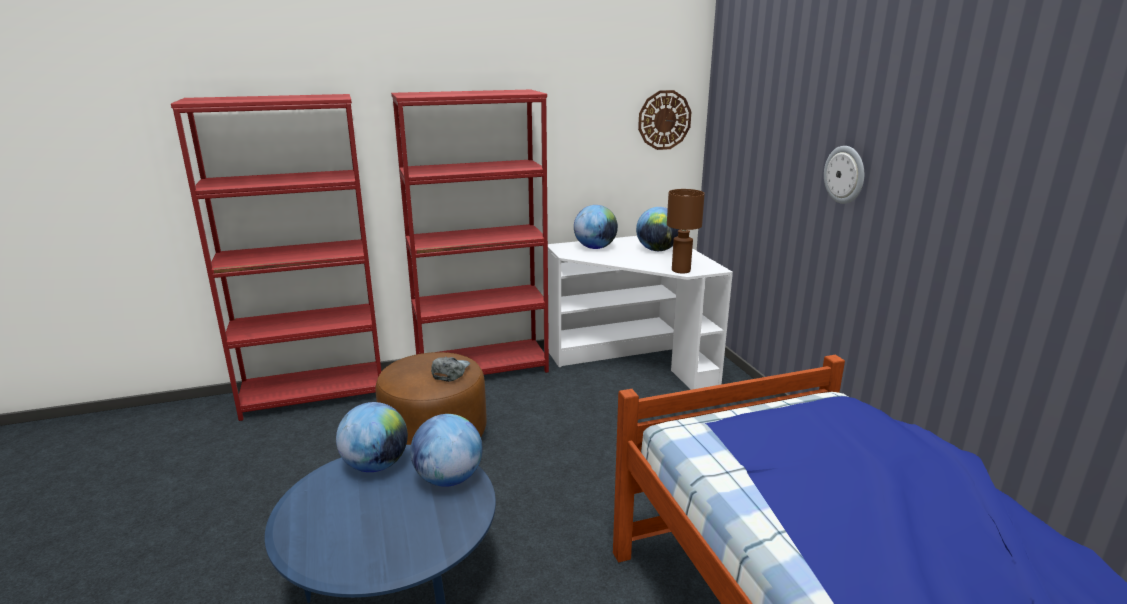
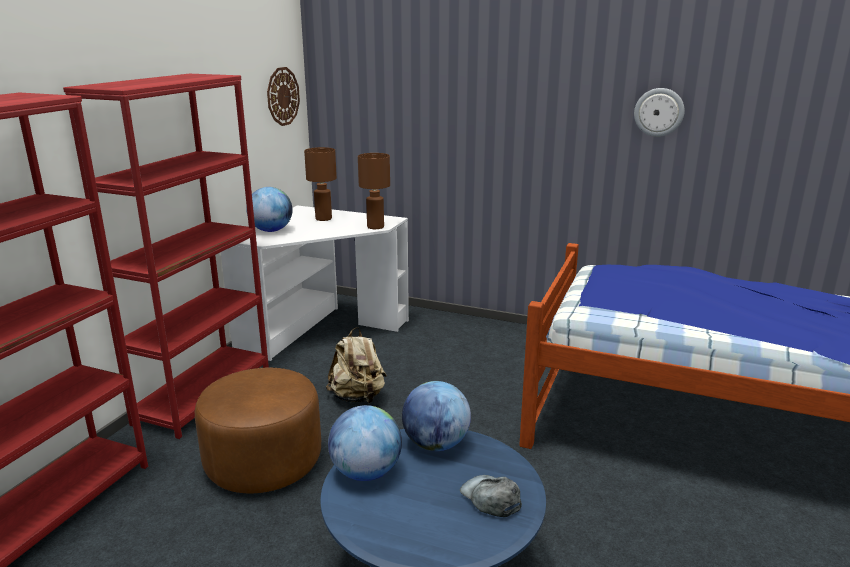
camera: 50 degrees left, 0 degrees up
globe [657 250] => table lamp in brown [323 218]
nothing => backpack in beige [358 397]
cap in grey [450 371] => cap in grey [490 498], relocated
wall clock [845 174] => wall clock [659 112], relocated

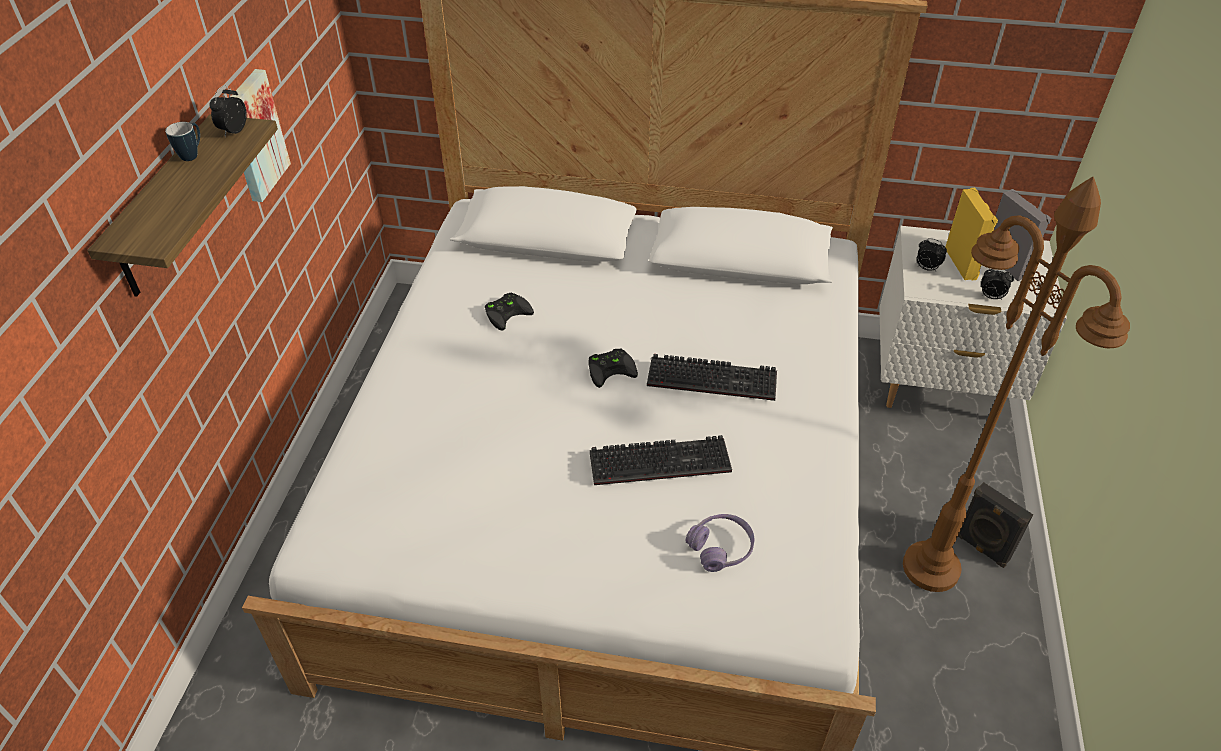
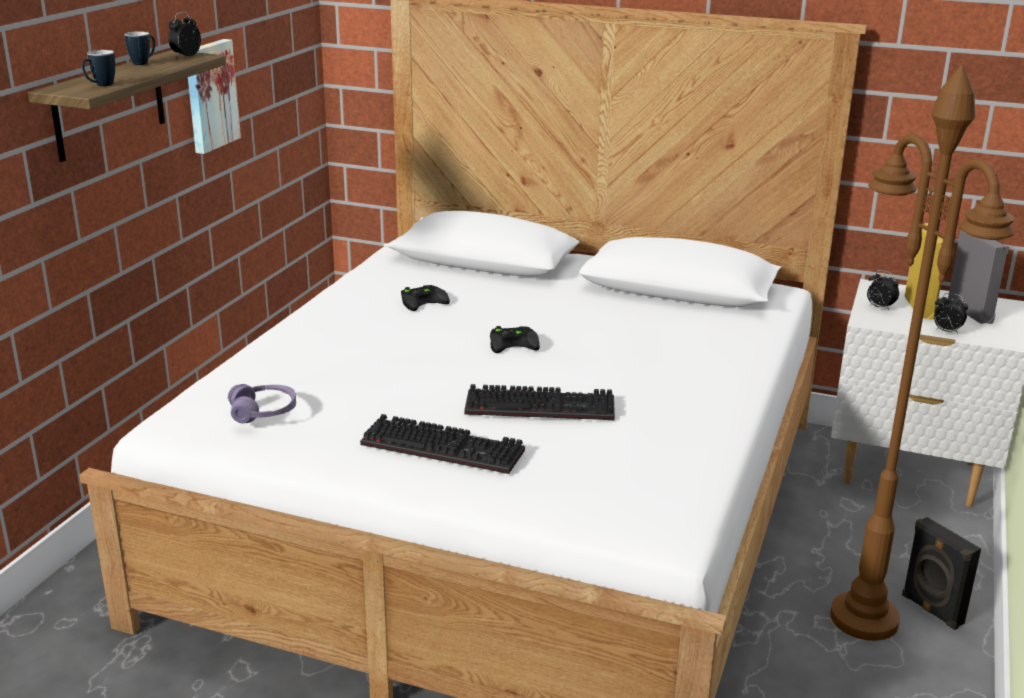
camera: 10 degrees right, 20 degrees down
nothing => mug [100 85]
headphones in purple [720 548] => headphones in purple [263 412], relocated
keyboard [714 378] => keyboard [446 447], relocated

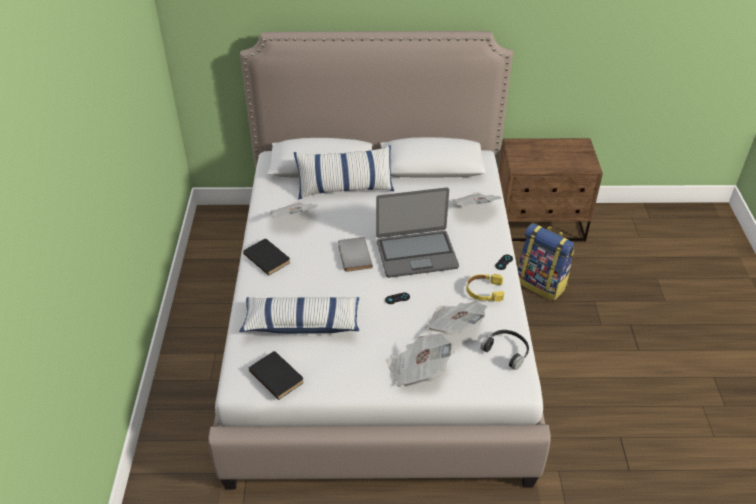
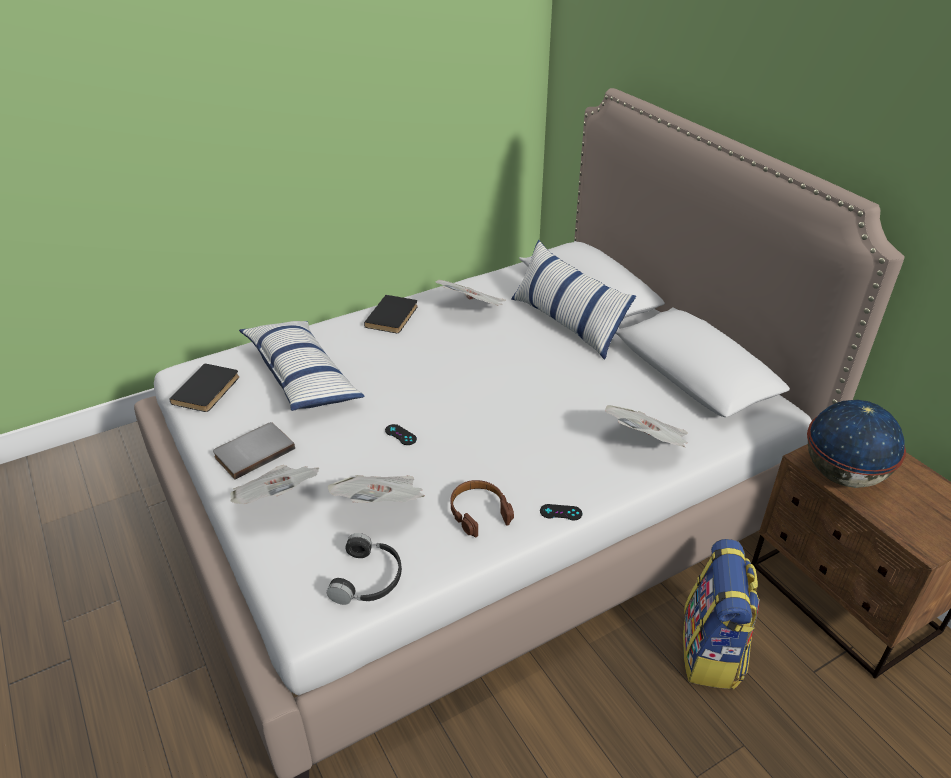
camera: 60 degrees right, 5 degrees down
book in grey [353 256] => book in grey [253 451], relocated
headphones in yellow [484 291] => headphones in brown [479 512]
nothing => globe [842 475]
laptop [416 253] => nothing

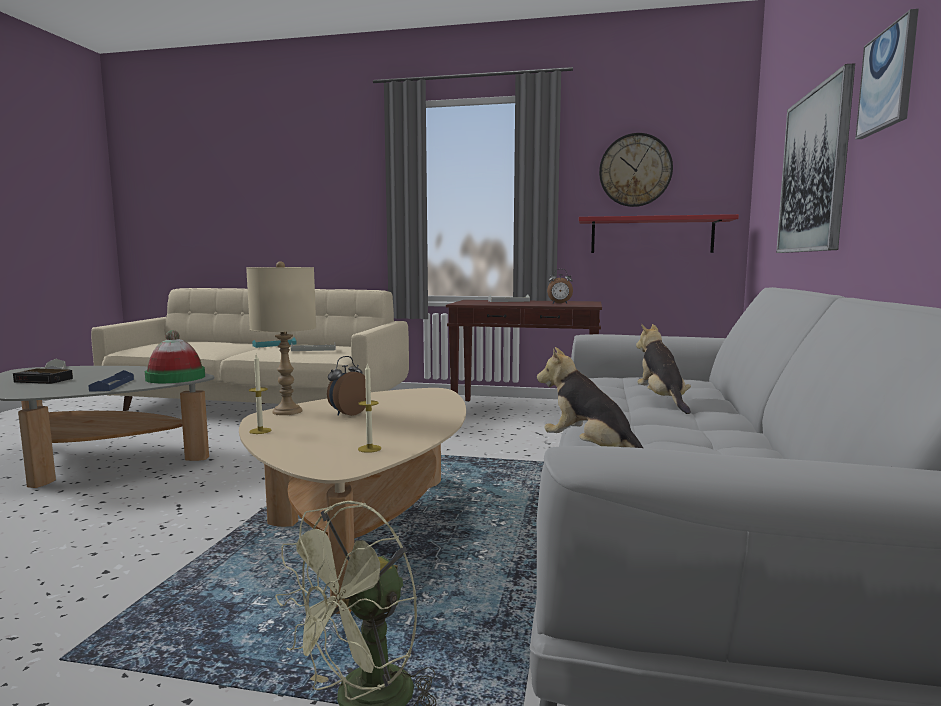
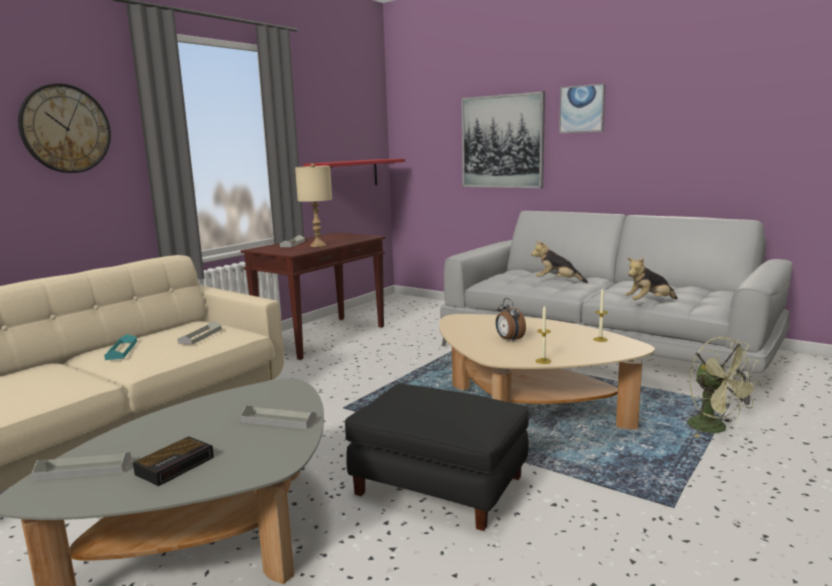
camera: 65 degrees left, 5 degrees up
wall clock [635 170] => wall clock [65 129], relocated
tray in blue [112 385] => tray in grey [278 420]
table lamp in beige [287 411] => table lamp in beige [318 245], relocated
nothing => ottoman in black [438 486]
hat [176 378] => nothing
alarm clock [559 303] => nothing

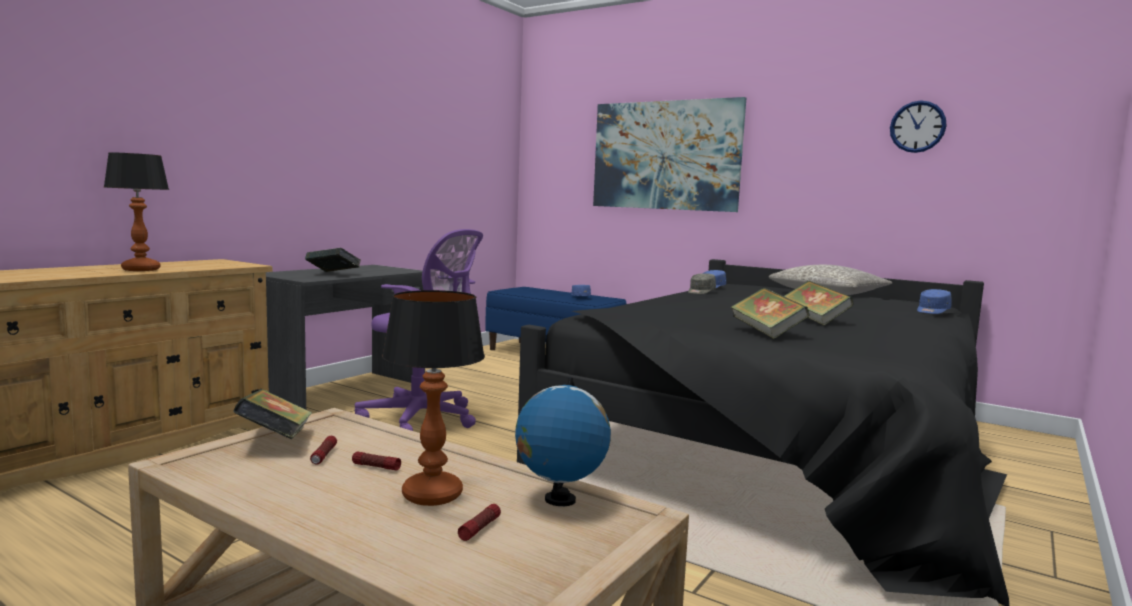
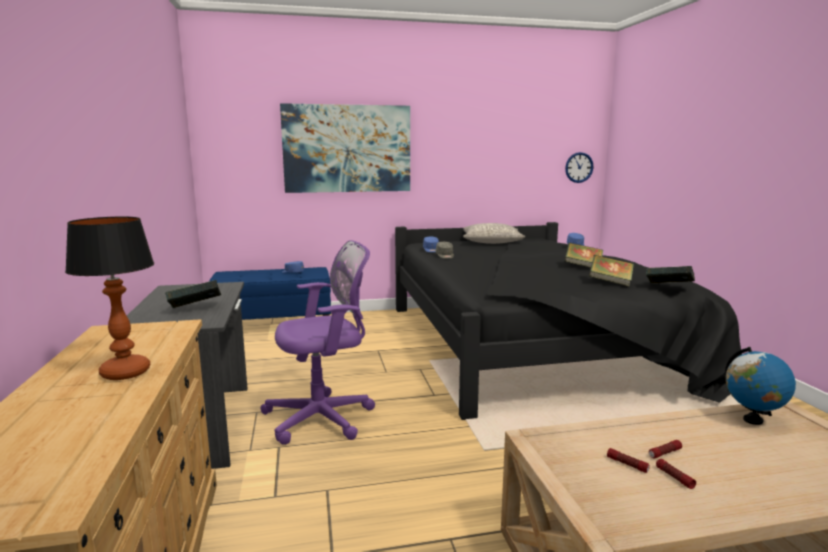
camera: 45 degrees left, 5 degrees up
wall clock [917 126] => wall clock [579 167], relocated
book [276 440] => book [668 287], relocated
flashlight [480 528] => flashlight [674 477], relocated
table lamp [431 495] => nothing

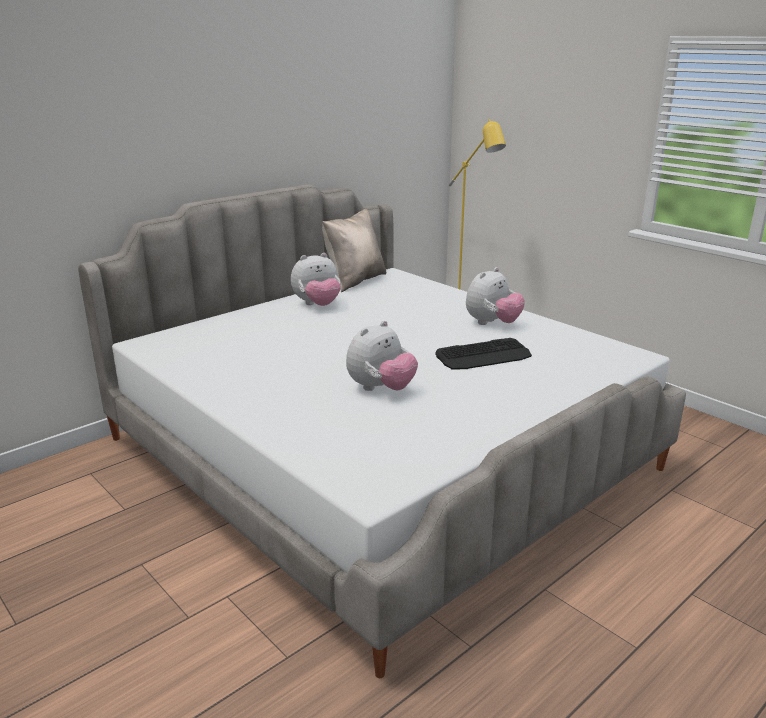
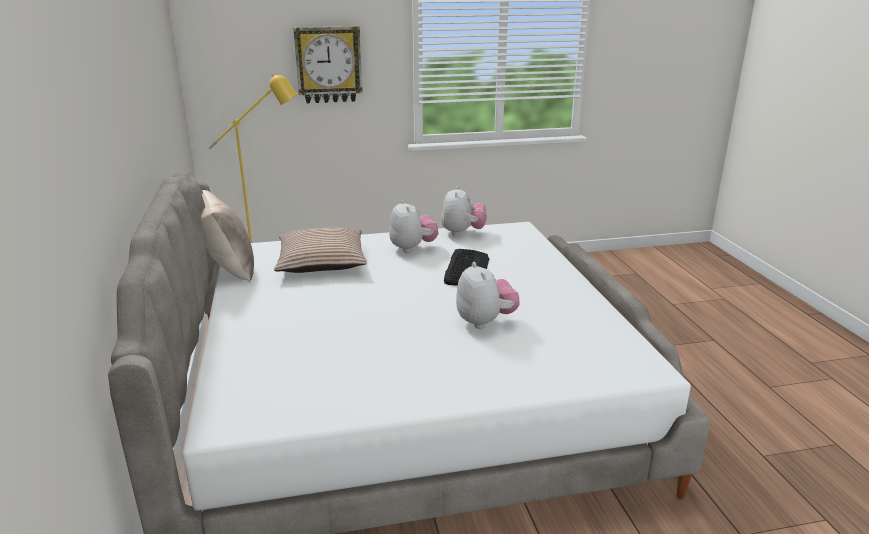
camera: 60 degrees left, 0 degrees up
nothing => pillow [321 261]
nothing => wall clock [328 65]
plush toy [317 305] => plush toy [462 232], relocated

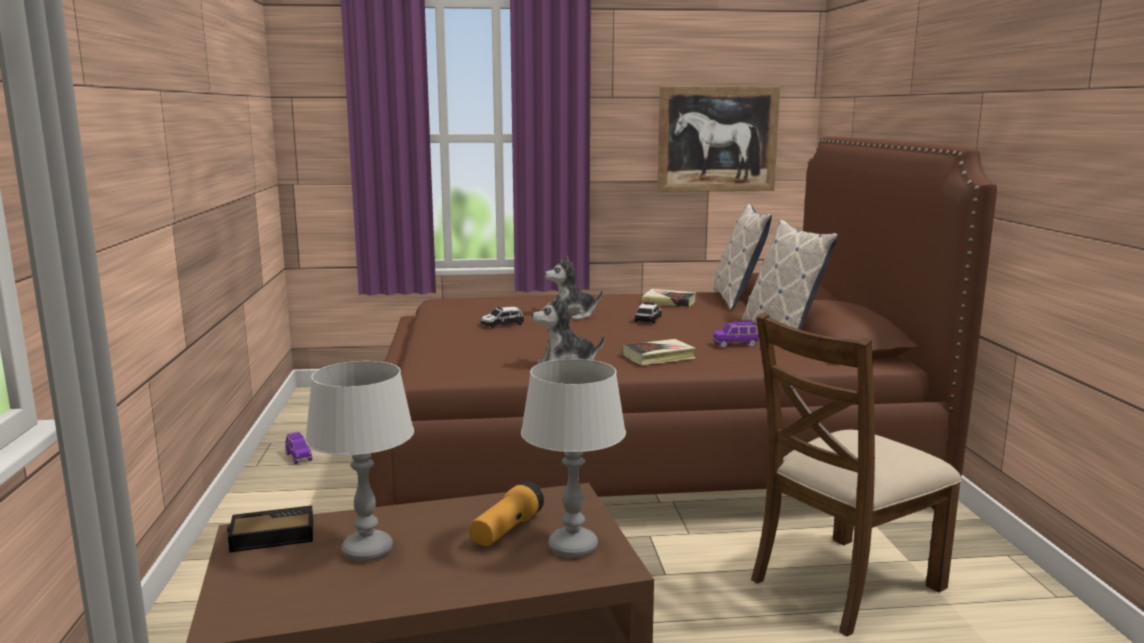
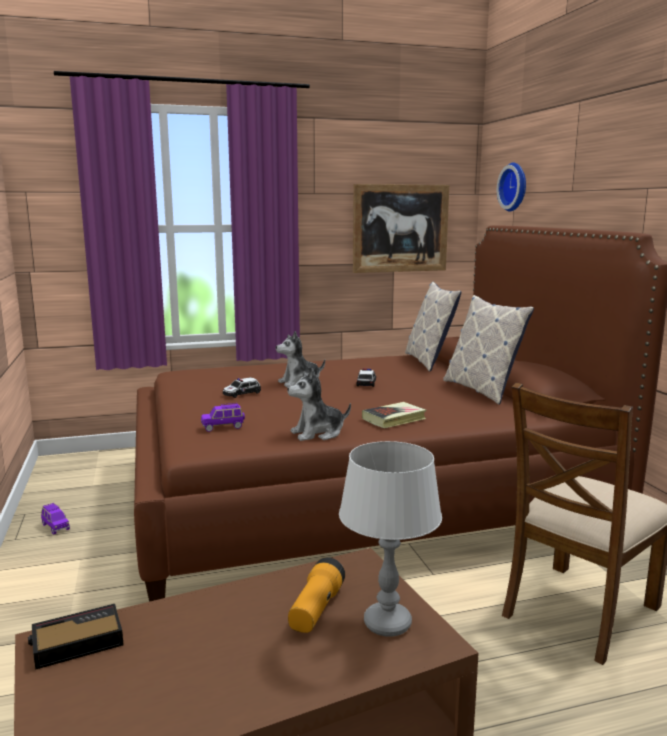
camera: 10 degrees left, 0 degrees up
toy car in purple [735 345] => toy car in purple [223 427], relocated
nothing => wall clock [515 187]
table lamp in grey [367 551] => nothing
book [669 302] => nothing

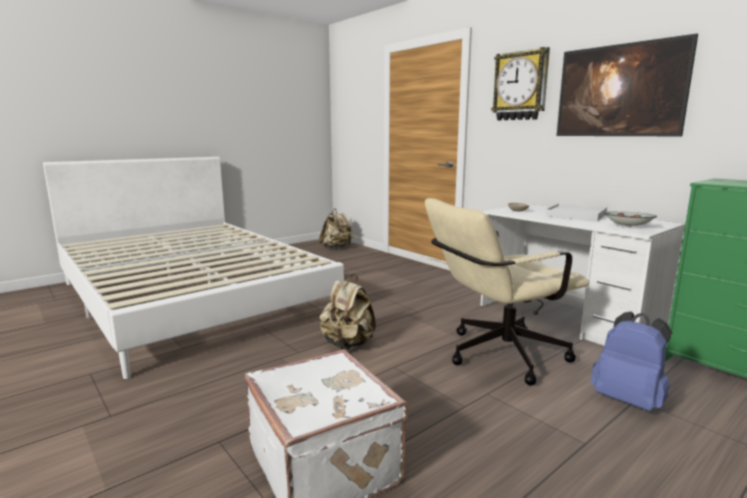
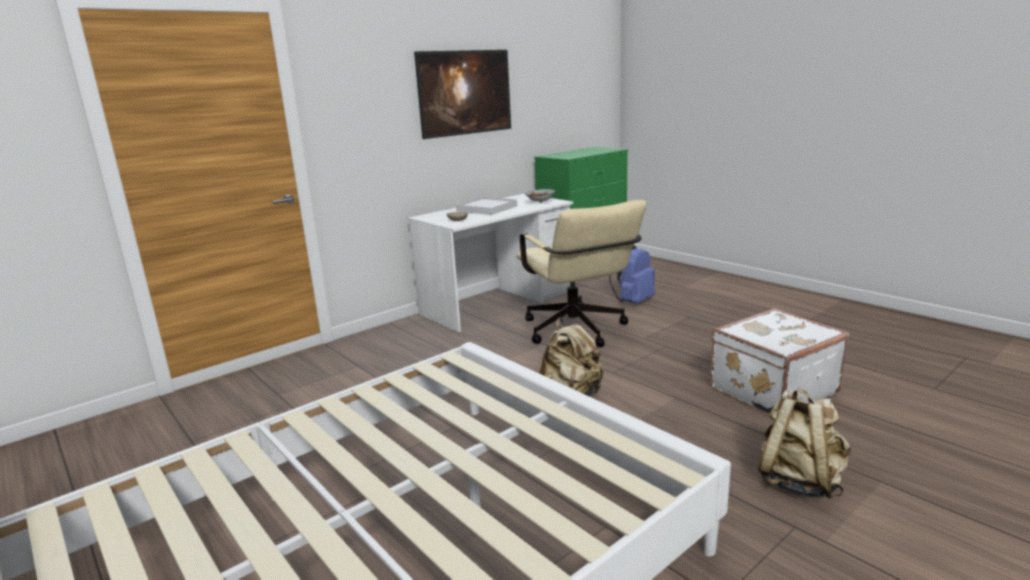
camera: 90 degrees left, 5 degrees up
backpack in beige [337 248] => backpack in beige [799 481], relocated
wall clock [520 86] => nothing

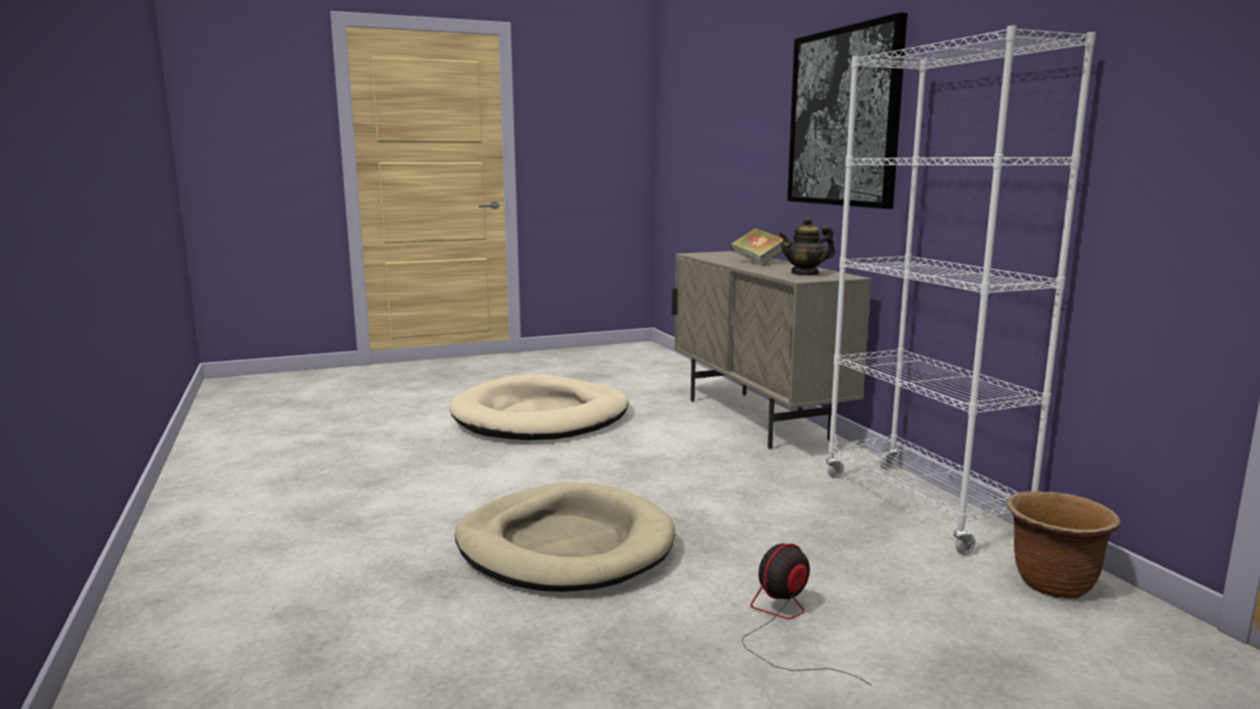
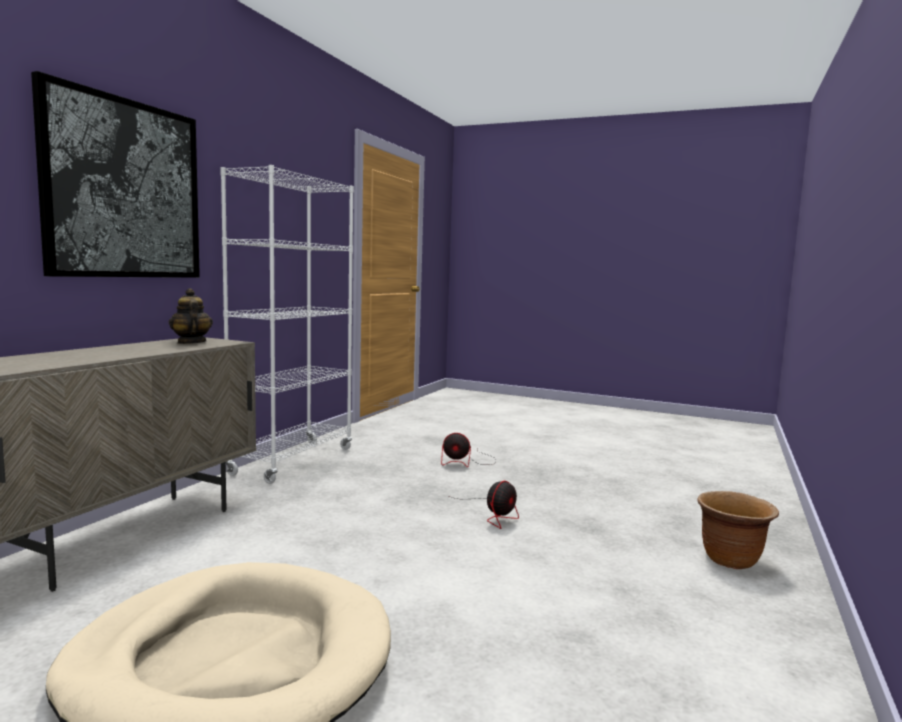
camera: 135 degrees left, 5 degrees down
teapot [805 273] => teapot [191 342], 150 degrees counterclockwise
dog bed in beige [565 546] => fan [496 514]
planter in brown [1052 584] => planter in brown [731 560], relocated
book [758 262] => nothing

